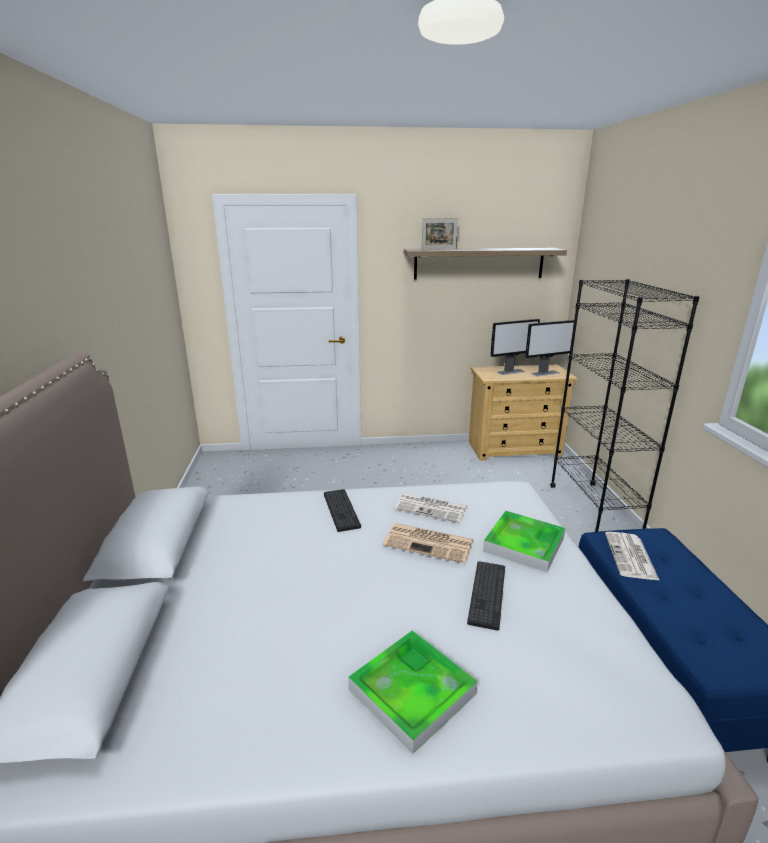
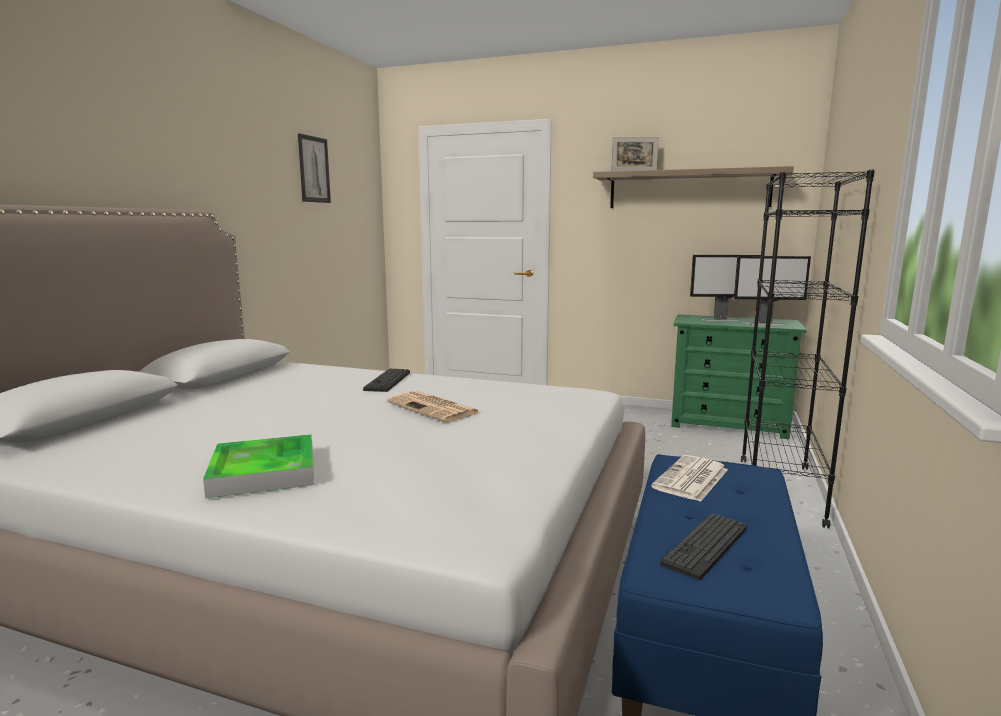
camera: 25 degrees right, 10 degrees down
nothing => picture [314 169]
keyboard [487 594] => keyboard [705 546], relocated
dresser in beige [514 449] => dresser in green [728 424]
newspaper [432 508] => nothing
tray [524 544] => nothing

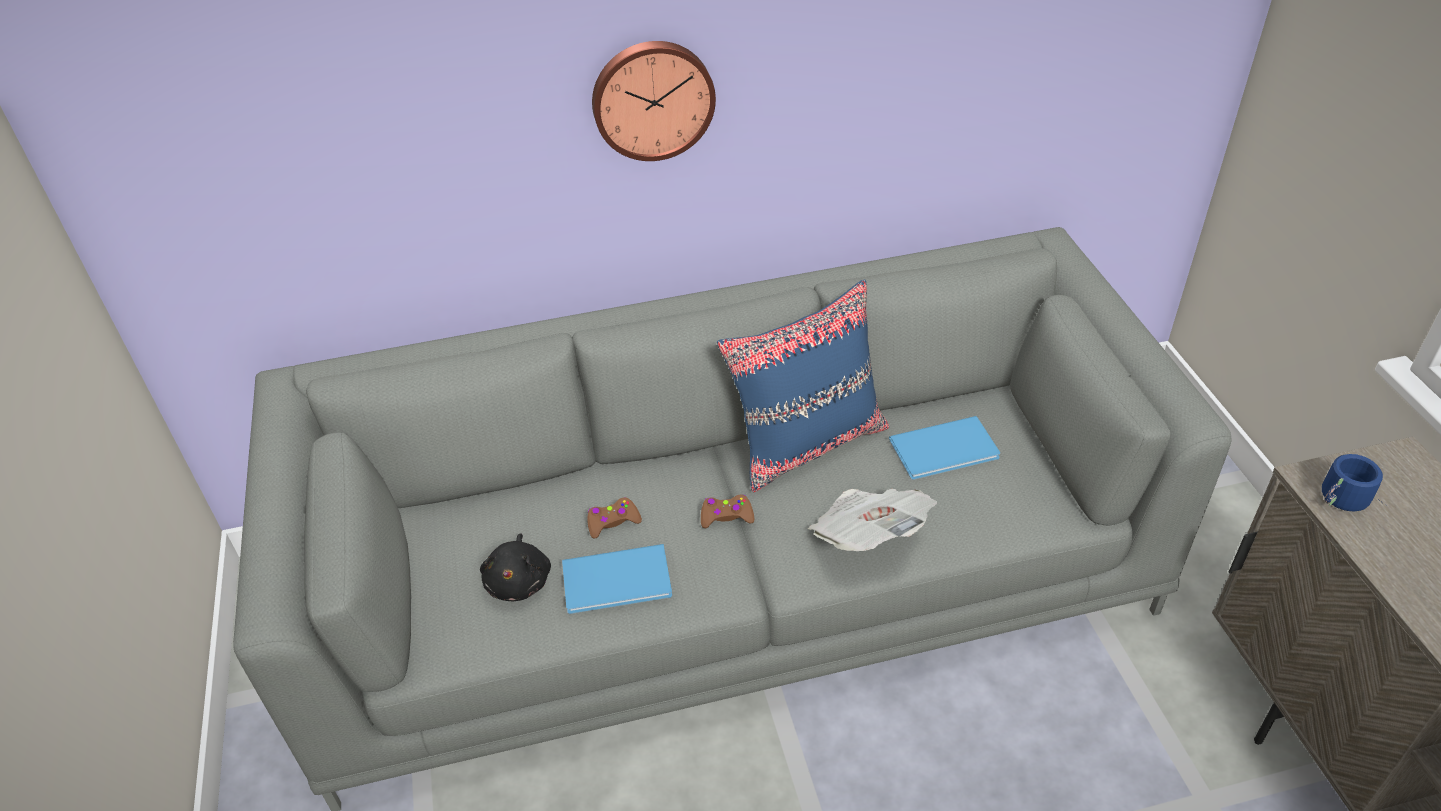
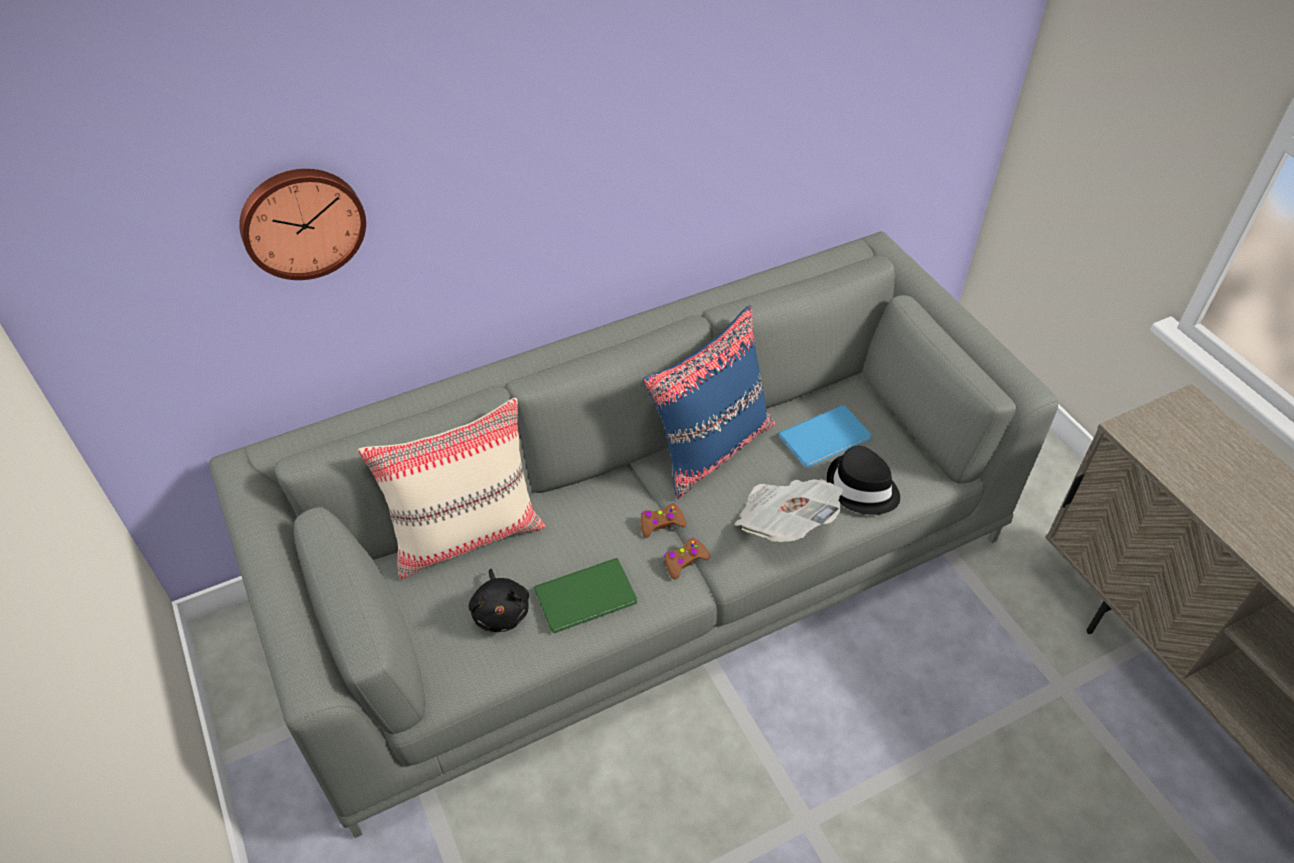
camera: 15 degrees left, 5 degrees up
wall clock [652 99] => wall clock [302 221], relocated
nothing => pillow in beige [467 534]
book in blue [620 582] => book in green [589 597]
game controller in brown [613 522] => game controller in brown [685 561], relocated
nothing => hat in black [861 488]
mug in blue [1342 501] => nothing

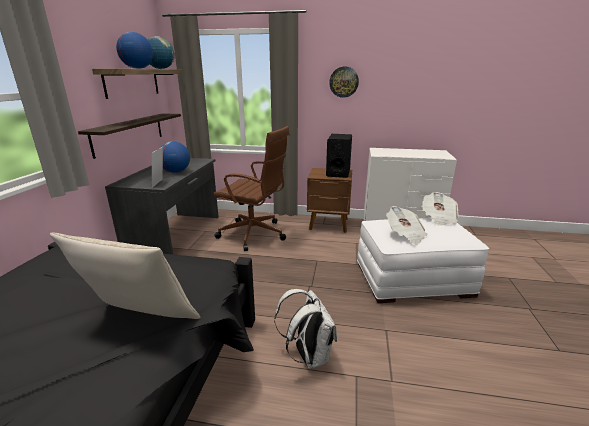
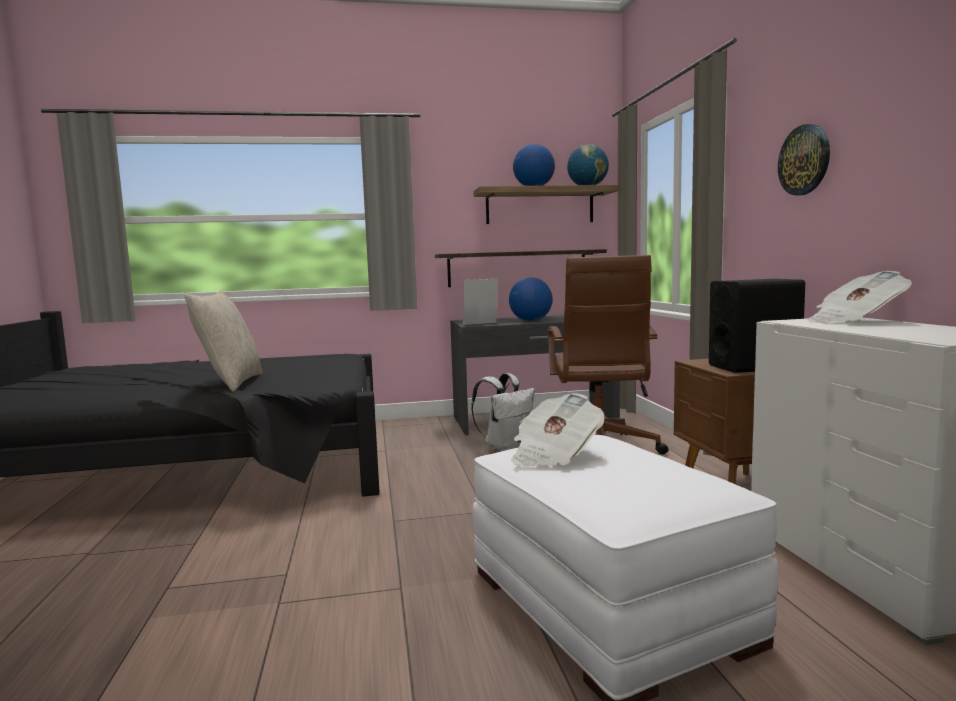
camera: 70 degrees right, 15 degrees down
backpack in white [308 355] => backpack in white [505 446], relocated
newspaper [438 218] => newspaper [854 321], relocated

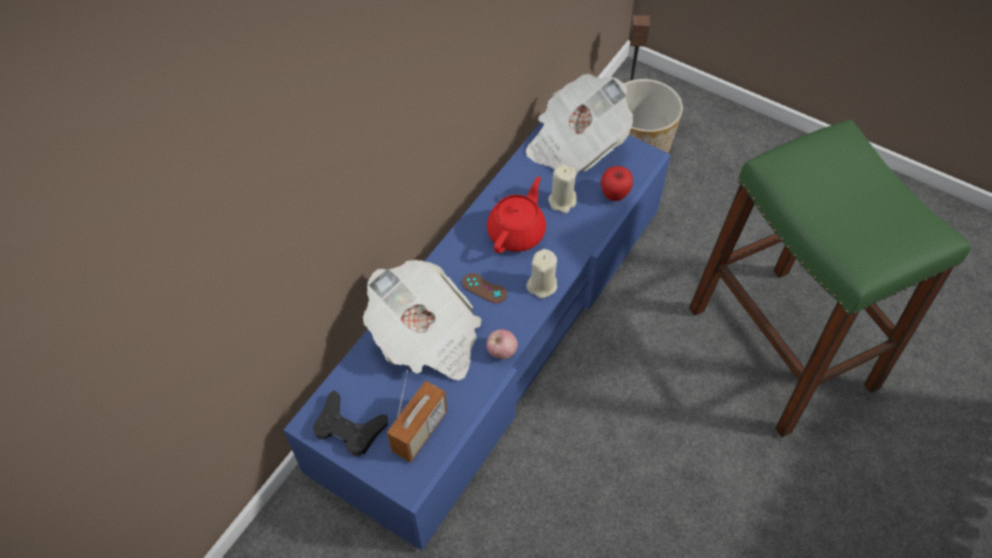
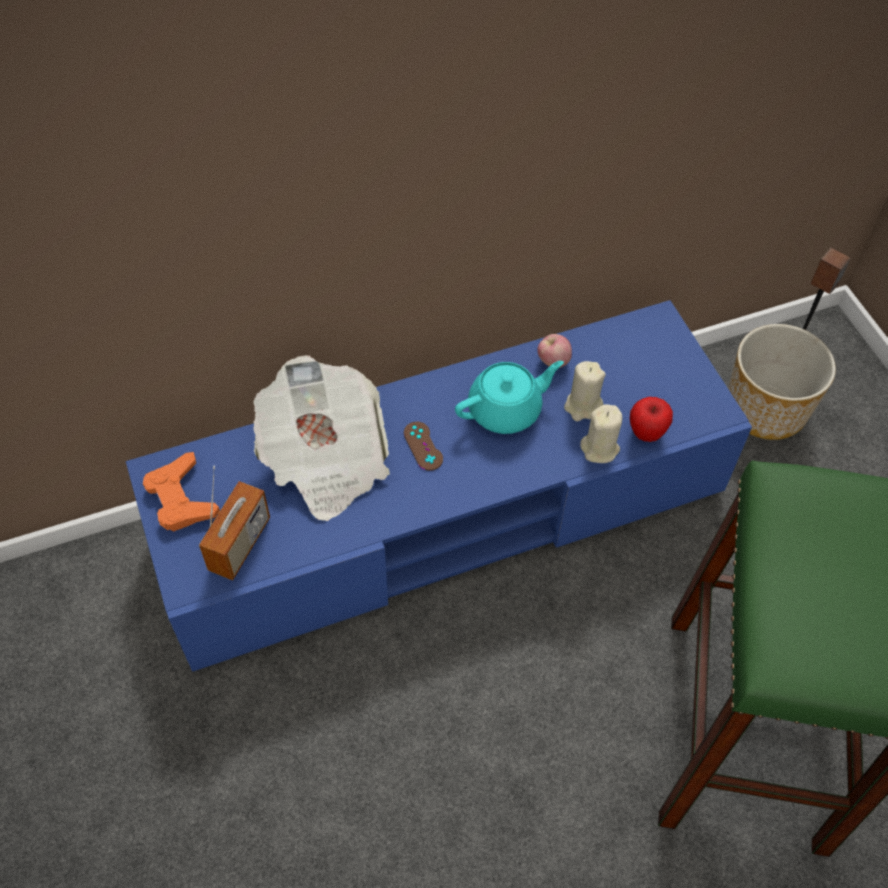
camera: 35 degrees right, 0 degrees up
game controller in black [349 428] => game controller in orange [181 498]
radio [419 431] => radio [240 544], 45 degrees counterclockwise
teapot in red [517 232] => teapot in turquoise [506 410]
apple [501 352] => apple [553 361], relocated
candle in beige [542 285] => candle in beige [600 448], relocated
newspaper [575 144] => nothing

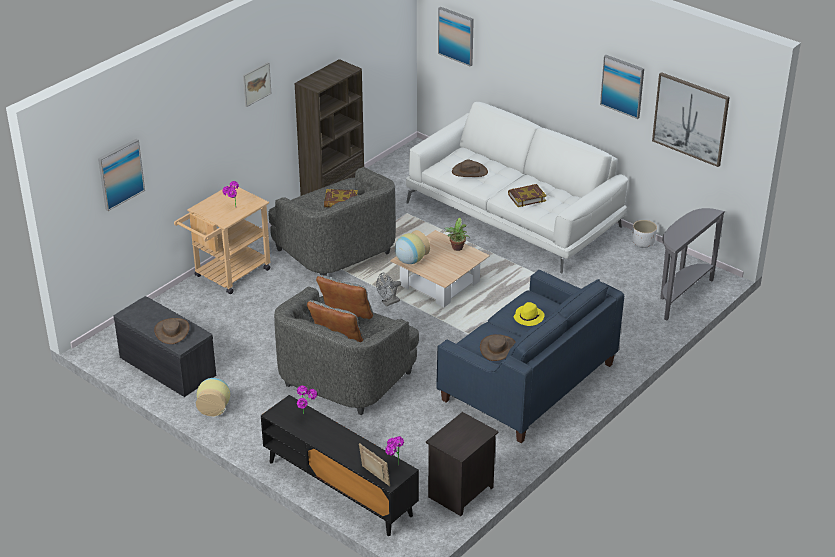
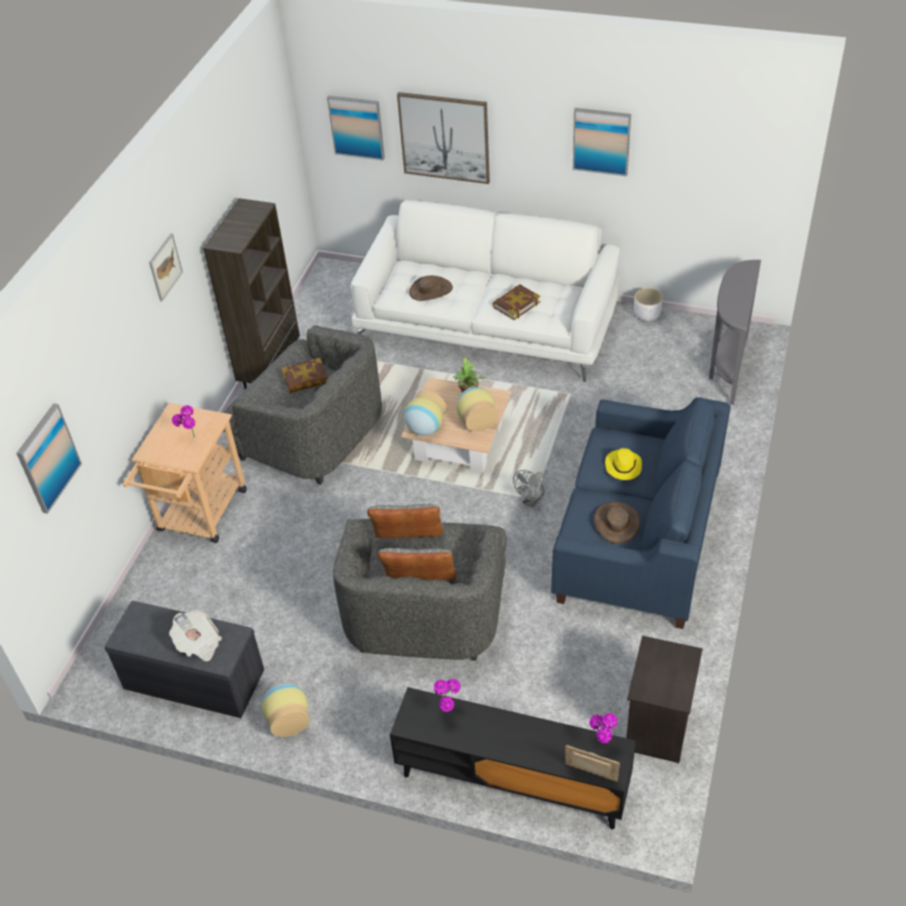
camera: 20 degrees left, 10 degrees up
hat in brown [172 331] => newspaper [198 643]
picture [690 118] => picture [444 137], relocated
nothing => vase [476 420]
fan in grey [388 302] => fan in grey [531 501], relocated

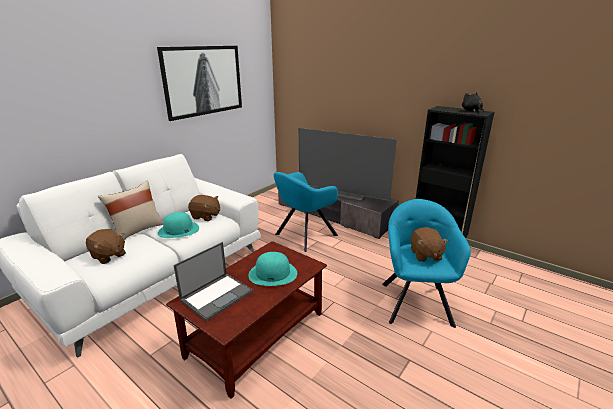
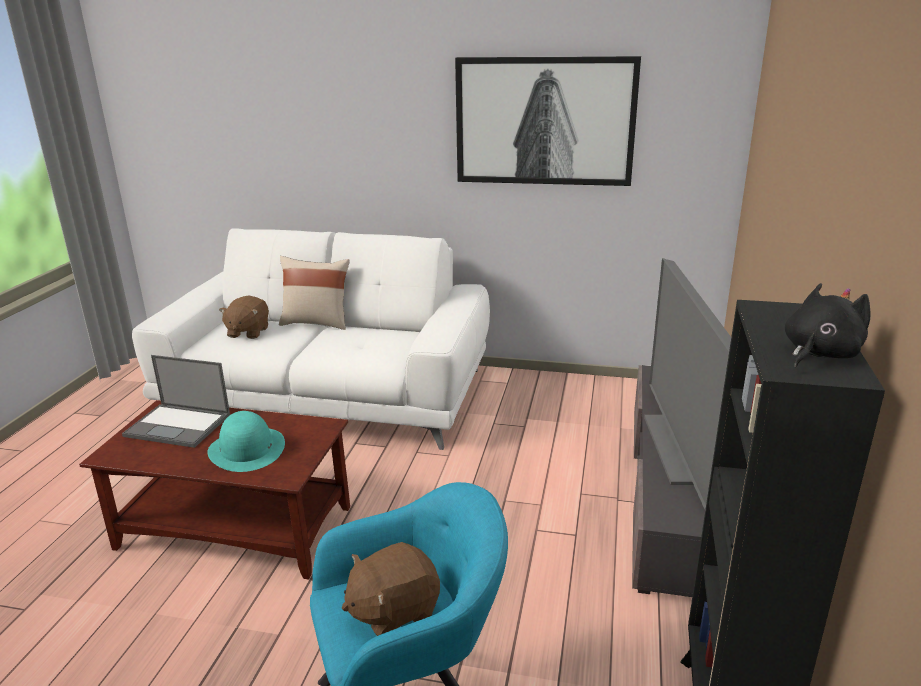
camera: 65 degrees right, 0 degrees up
hat in turquoise [178 230] => nothing
plush toy in brown [205 216] => nothing
armchair in turquoise [304 235] => nothing

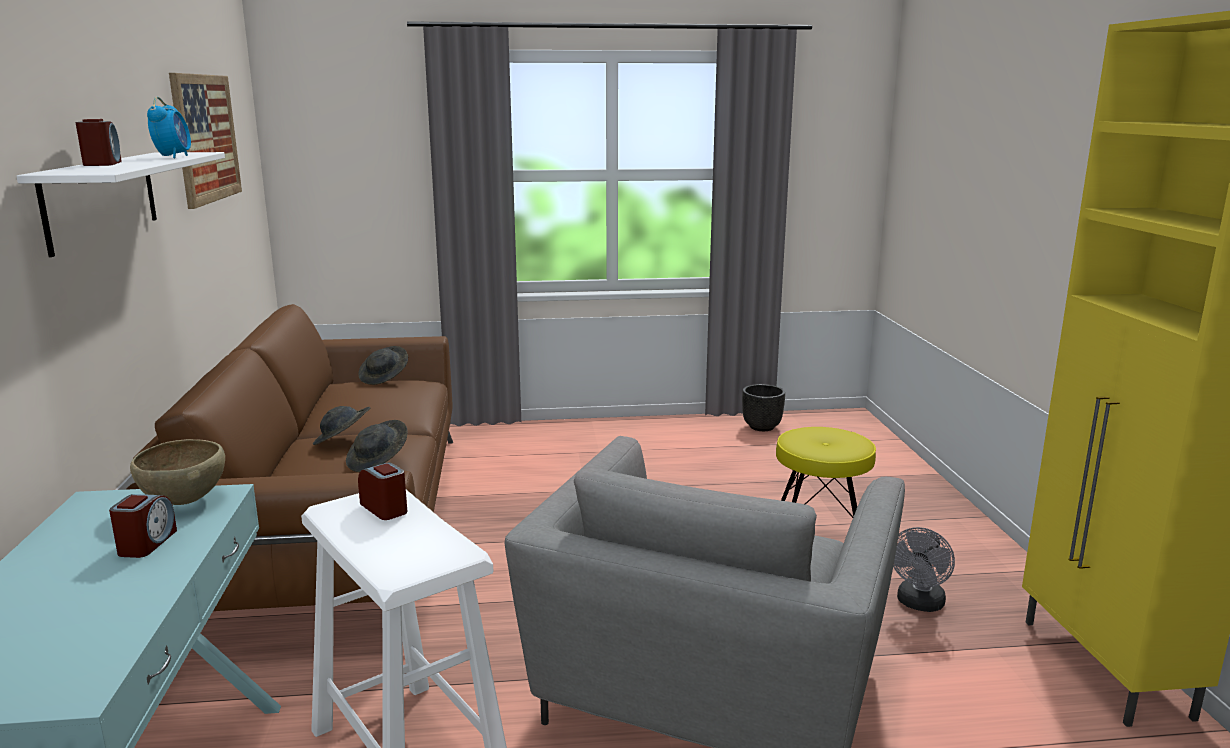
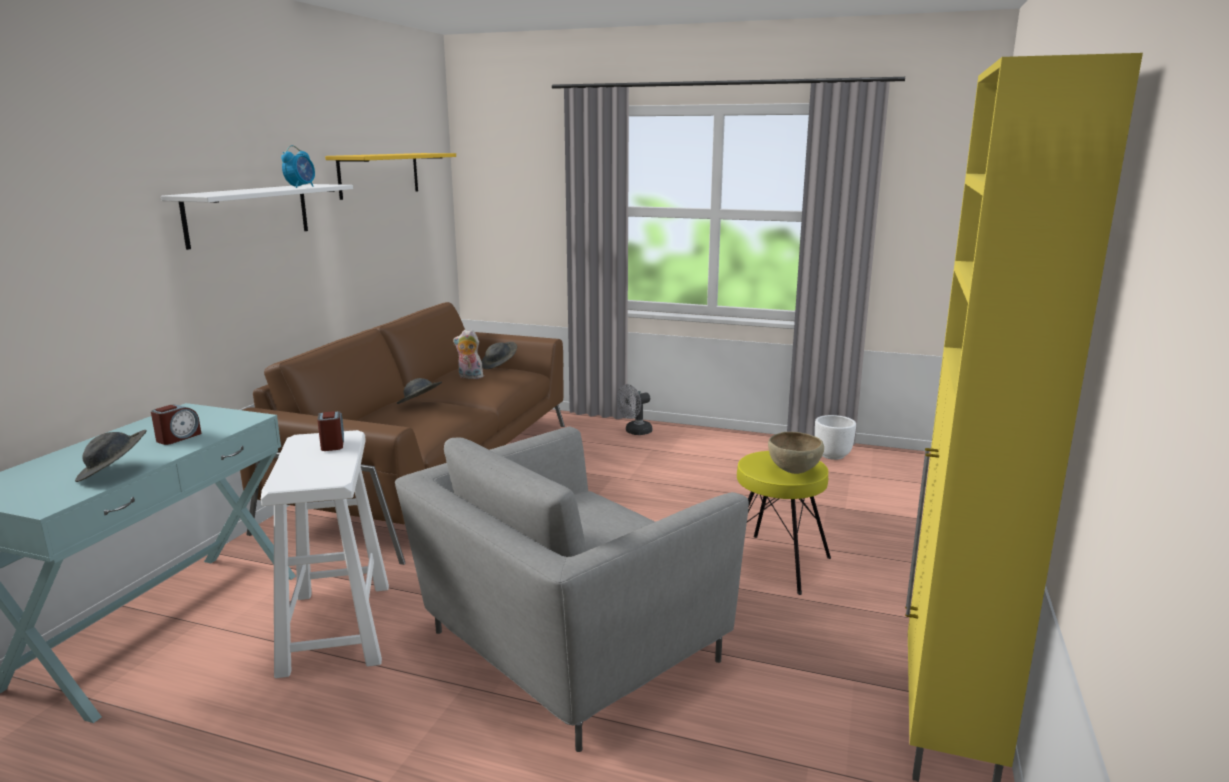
camera: 25 degrees right, 0 degrees up
hat in grey [378 461] => hat in grey [114 473], relocated
picture [206 138] => shelf in yellow [379 174]
nothing => plush toy [469 377]
fan in grey [919 604] => fan in grey [635 432], relocated
bowl in brown [184 501] => bowl in brown [793 472], relocated
planter in black [762 427] => planter in white [833 455]
alarm clock [102 164] => nothing

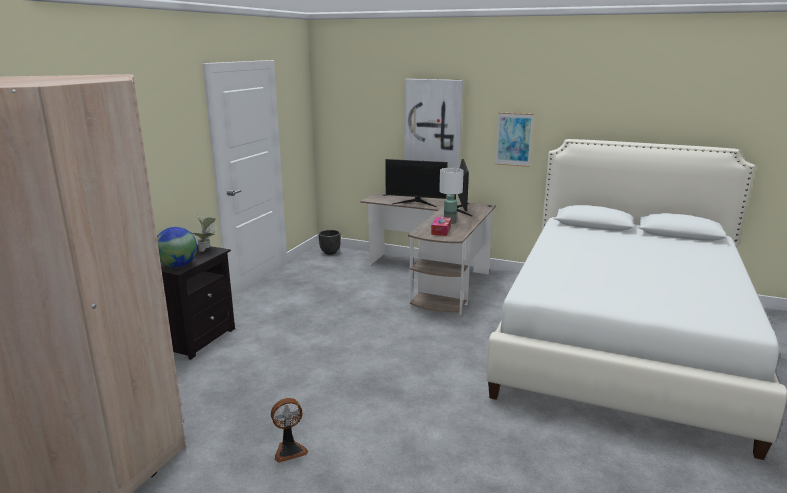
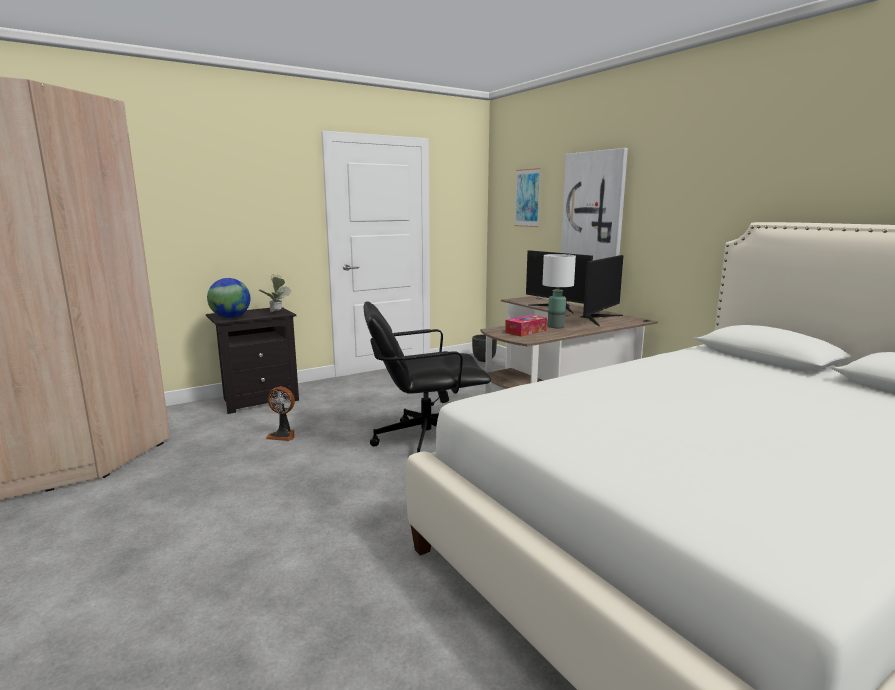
camera: 35 degrees right, 5 degrees down
fan [289 450] => fan [283 435], relocated
nothing => office chair in black [424 441]
picture [514 139] => picture [527 198], relocated

